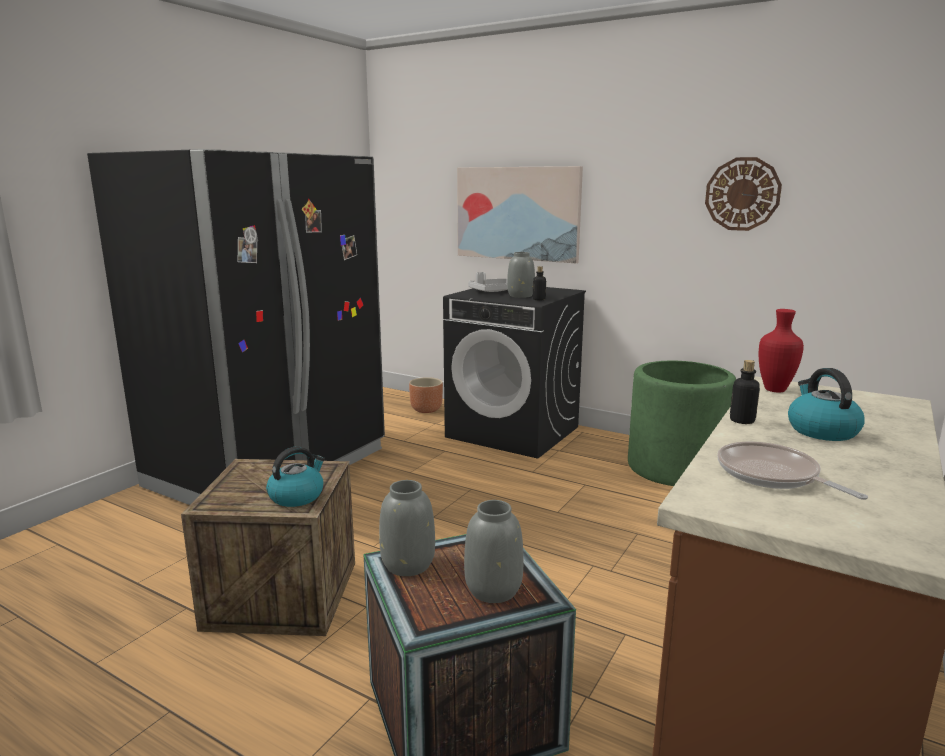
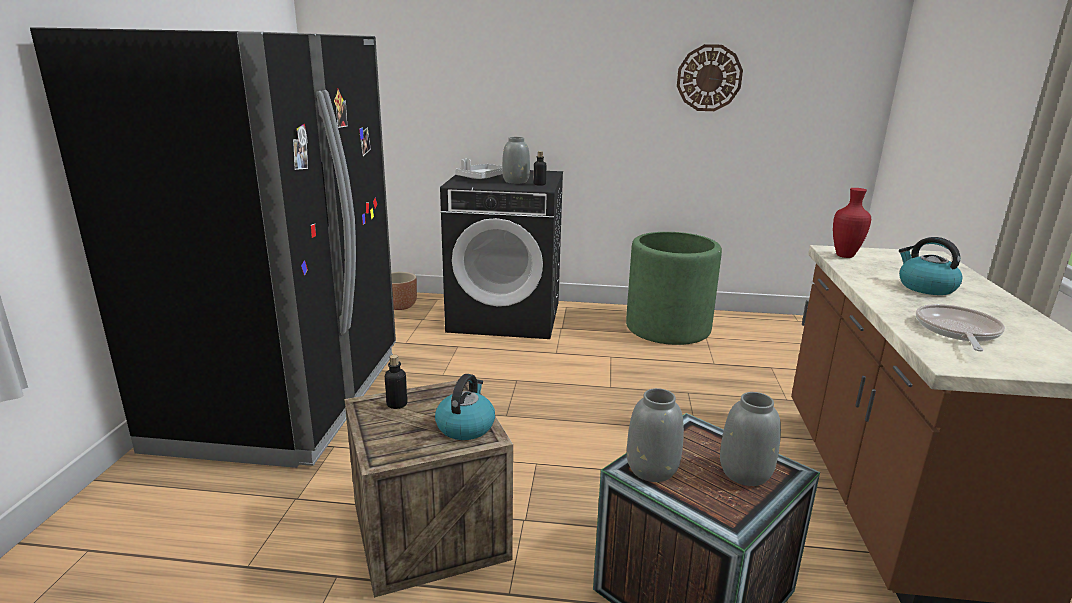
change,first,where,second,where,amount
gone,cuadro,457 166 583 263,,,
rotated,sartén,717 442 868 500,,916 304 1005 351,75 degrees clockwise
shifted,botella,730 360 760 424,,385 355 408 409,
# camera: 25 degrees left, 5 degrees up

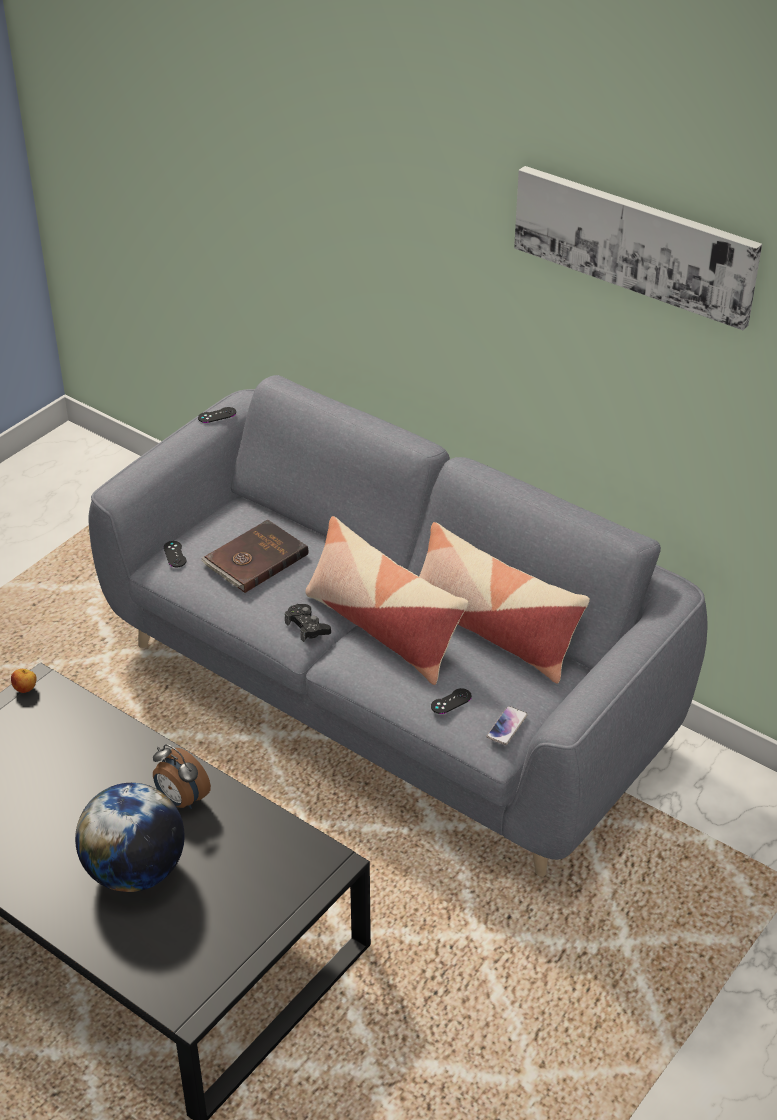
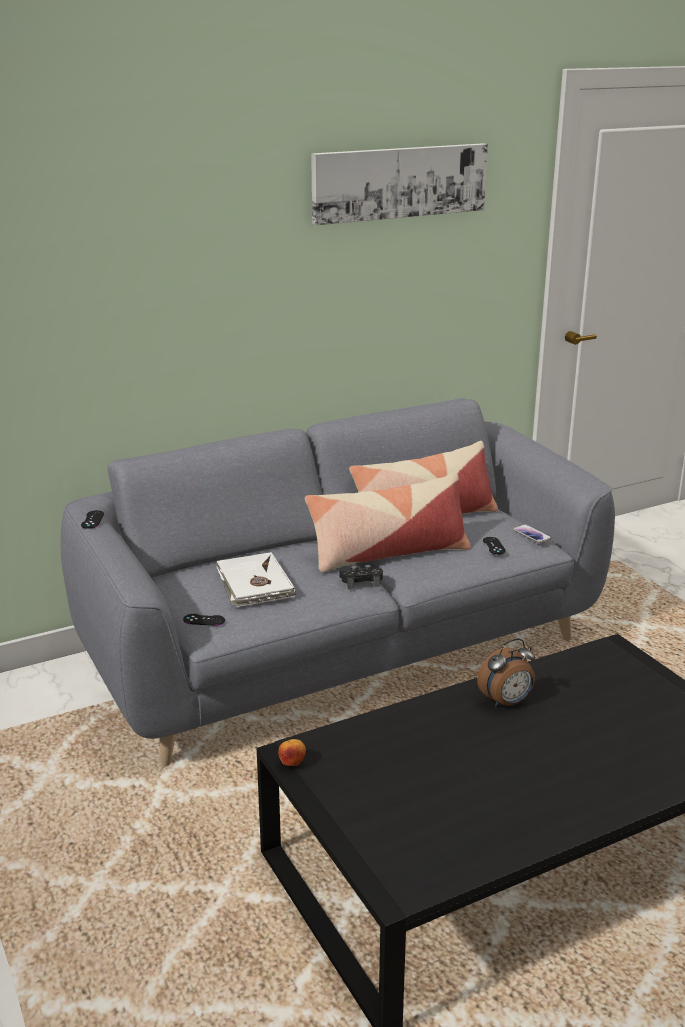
change,first,where,second,where,amount
gone,globo terráqueo,75 783 184 892,,,
repainted,libro [marrón],201 520 308 593,libro [blanco],216 552 296 607,
# camera: 65 degrees left, 15 degrees down

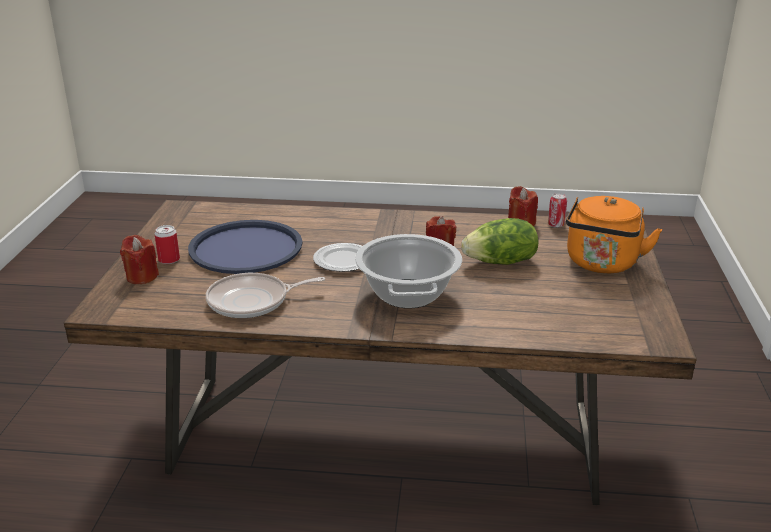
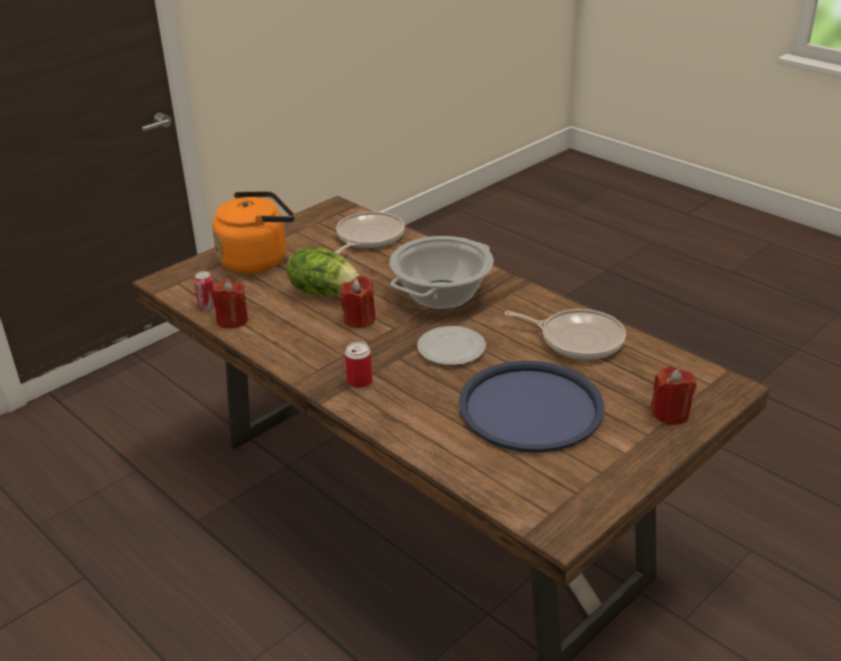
change,first,where,second,where,amount
shifted,lata,155 225 180 264,,345 342 372 388,
new,,,sartén,334 211 405 254,
# camera: 140 degrees left, 5 degrees up

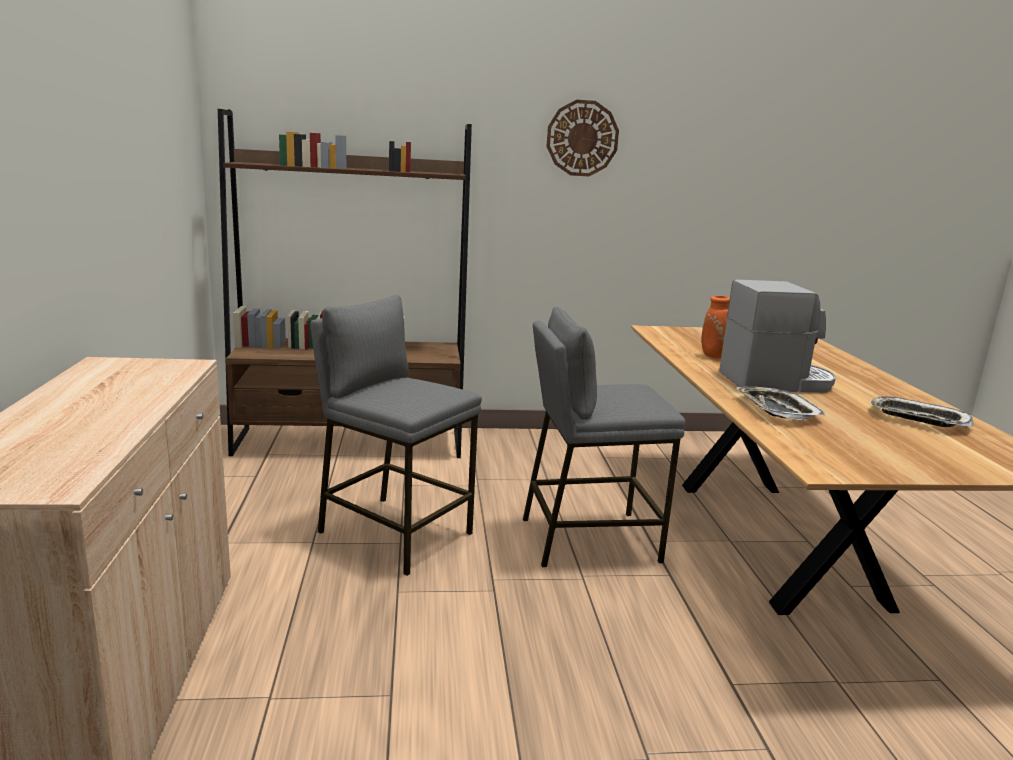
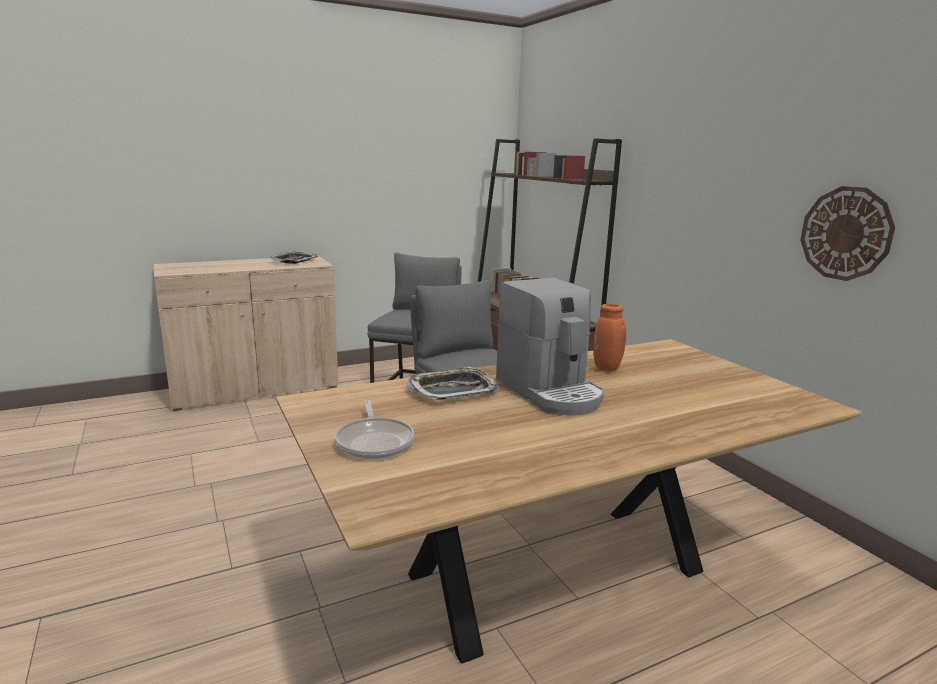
change,first,where,second,where,amount
shifted,reloj de pared,547 100 619 176,,800 186 895 281,
shifted,bandeja,870 396 974 427,,270 251 318 264,
new,,,sartén,335 400 414 459,
# camera: 70 degrees right, 0 degrees up

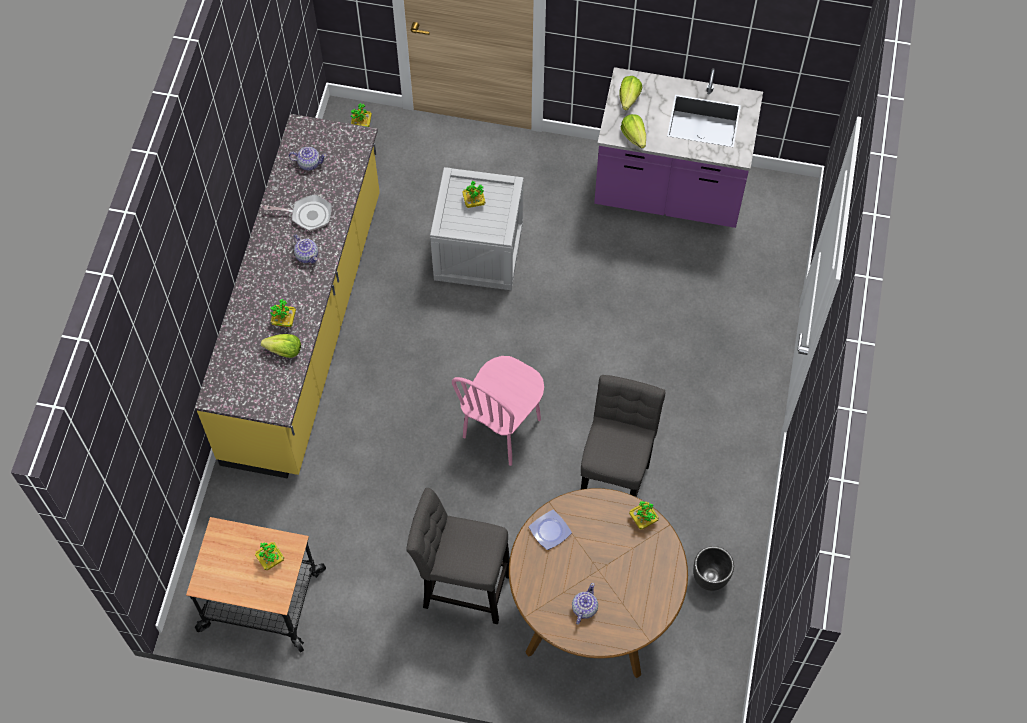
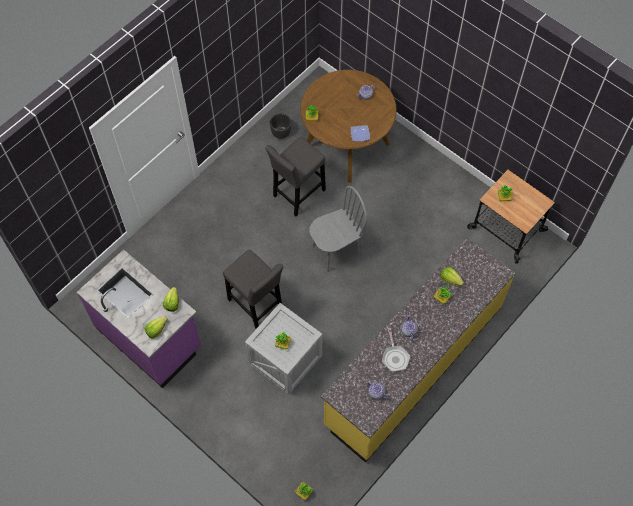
change,first,where,second,where,amount
rotated,sartén,264 194 332 231,,382 328 410 371,135 degrees counterclockwise
shifted,taburete [gris],406 488 510 624,,223 250 284 329,
repainted,silla [rosa],452 356 544 466,silla [gris],309 186 367 272,
# camera: 150 degrees left, 0 degrees up

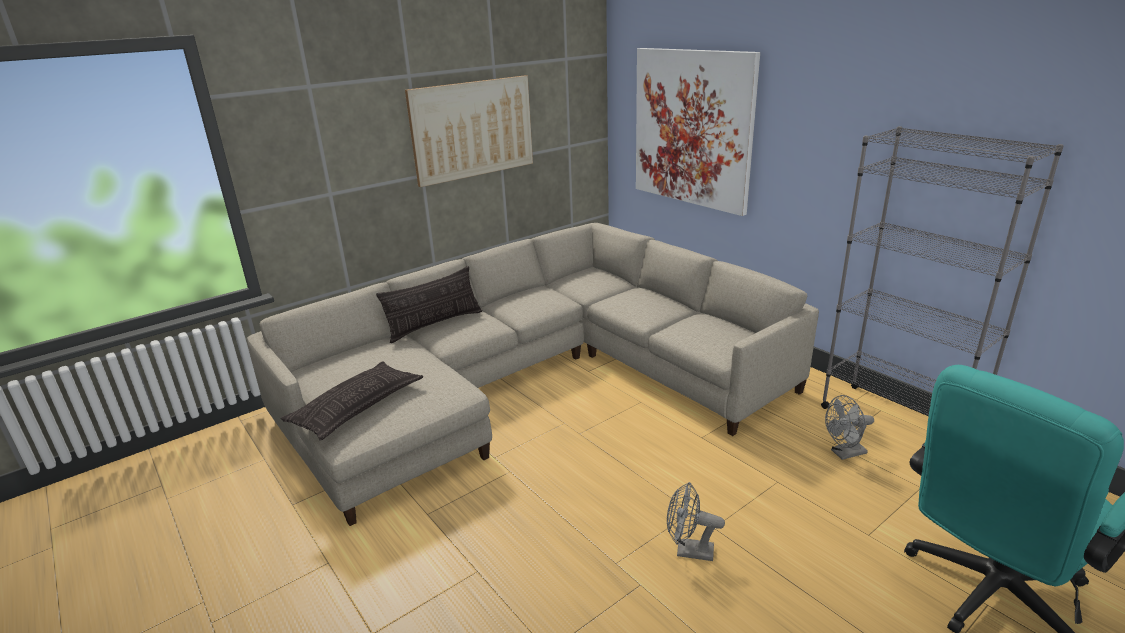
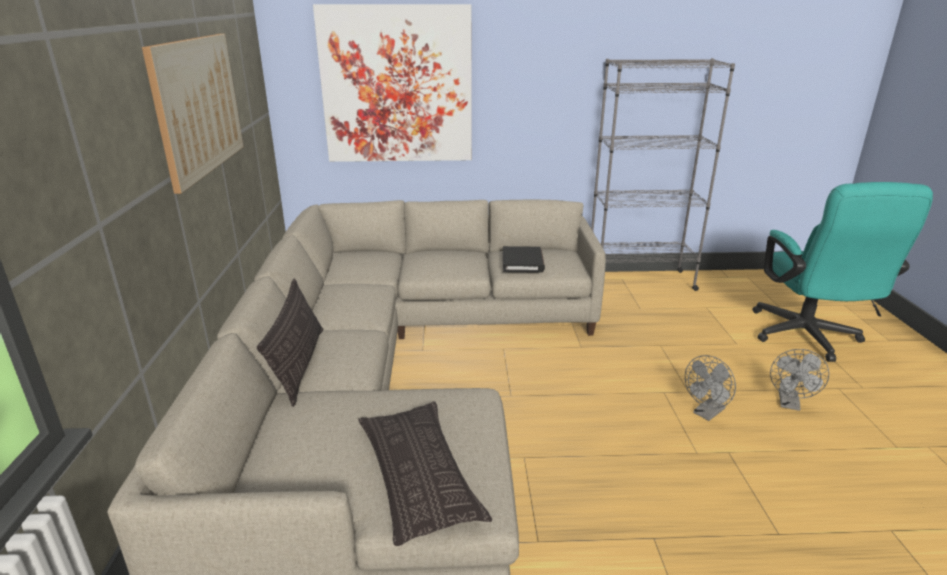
change,first,where,second,where,amount
shifted,ventilador [gris],825 395 874 460,,770 349 829 411,
new,,,libro [negro],503 246 545 273,
# camera: 55 degrees left, 0 degrees up

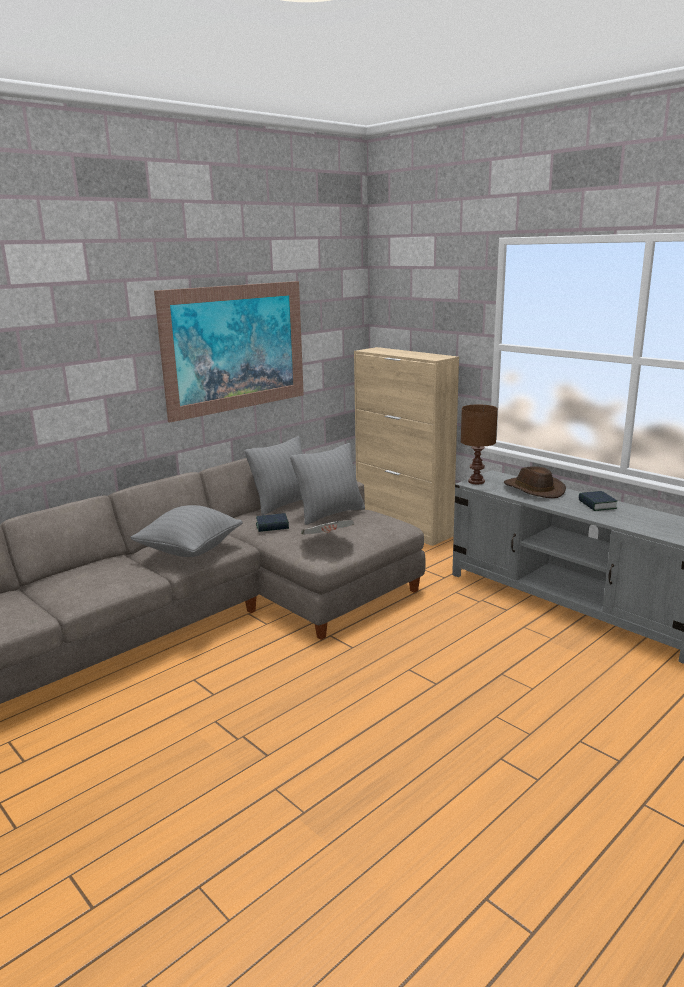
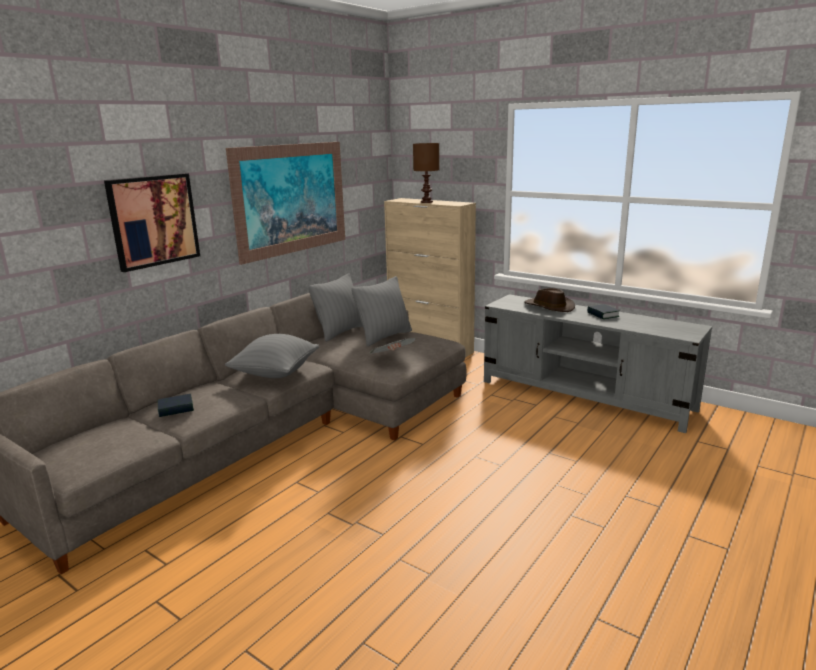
change,first,where,second,where,amount
shifted,libro,256 513 289 532,,158 394 194 417,
shifted,lámpara de mesa [marrón],461 404 498 484,,413 143 439 203,
new,,,cuadro,104 173 200 272,
# camera: 10 degrees left, 0 degrees up

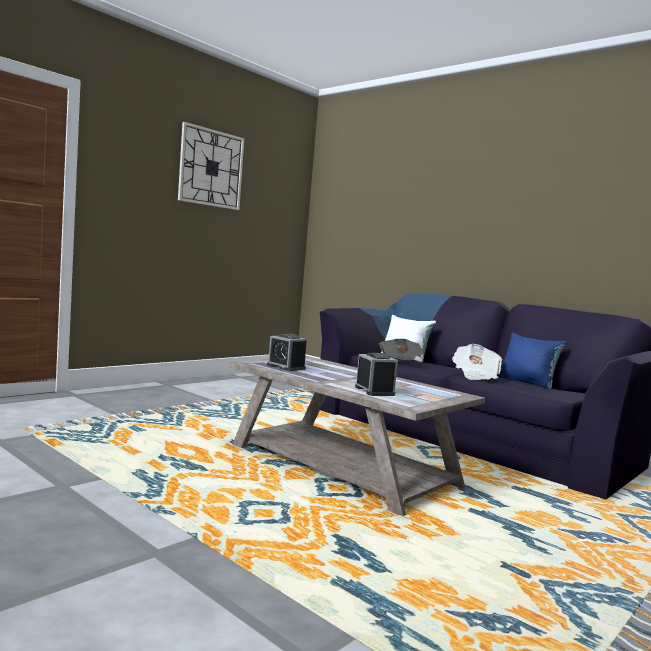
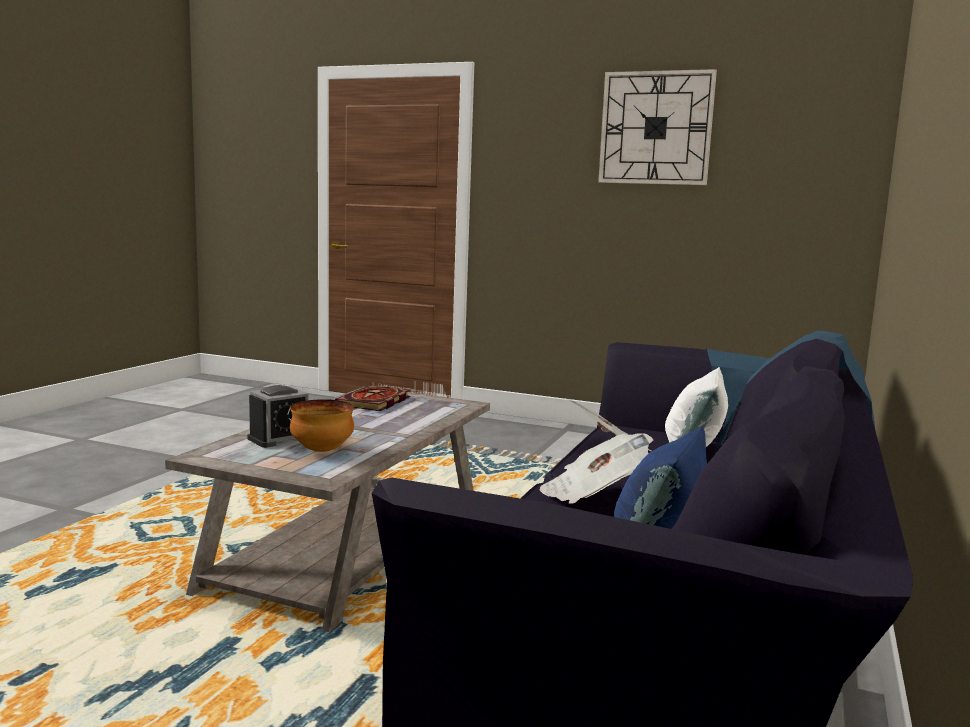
change,first,where,second,where,amount
swapped,despertador,267 334 307 371,libro,335 385 411 411,
new,,,cuenco,290 399 354 452,
# camera: 70 degrees right, 5 degrees up

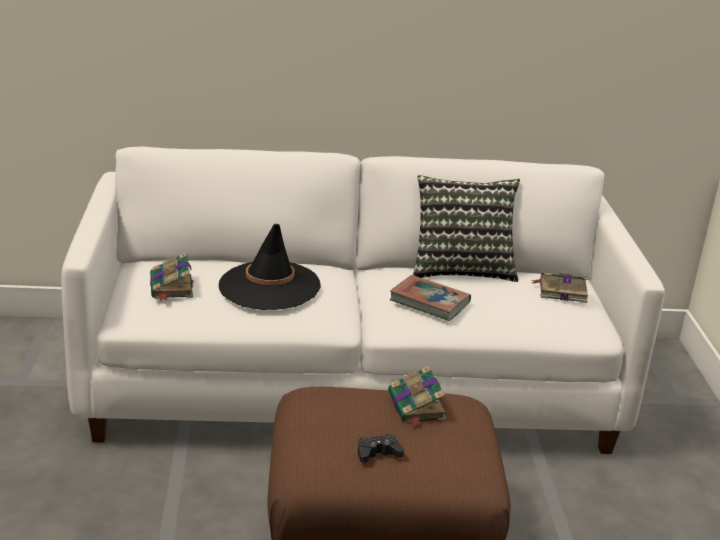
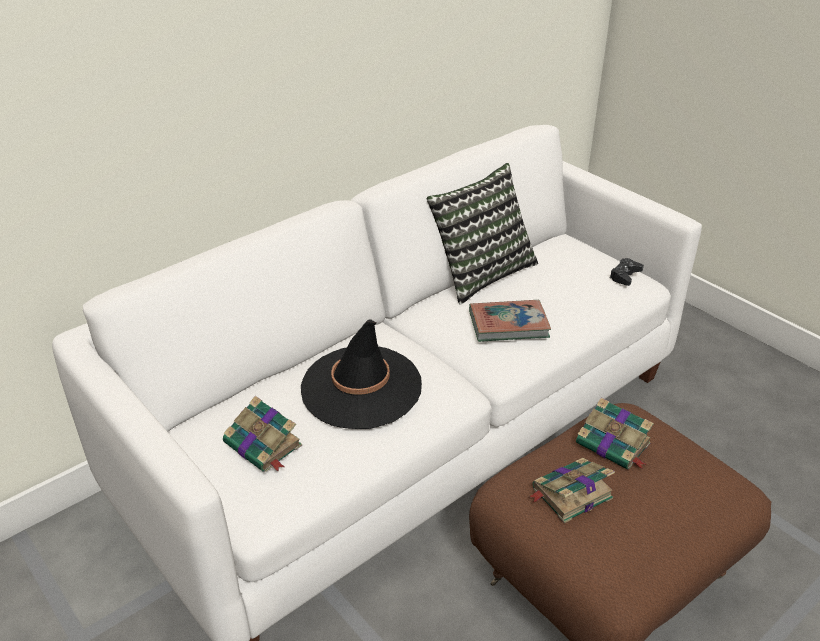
change,first,where,second,where,amount
shifted,mando de consola [negro],358 434 404 463,,609 258 644 286,
shifted,libro,531 272 591 303,,529 458 615 523,
# camera: 35 degrees left, 10 degrees up

